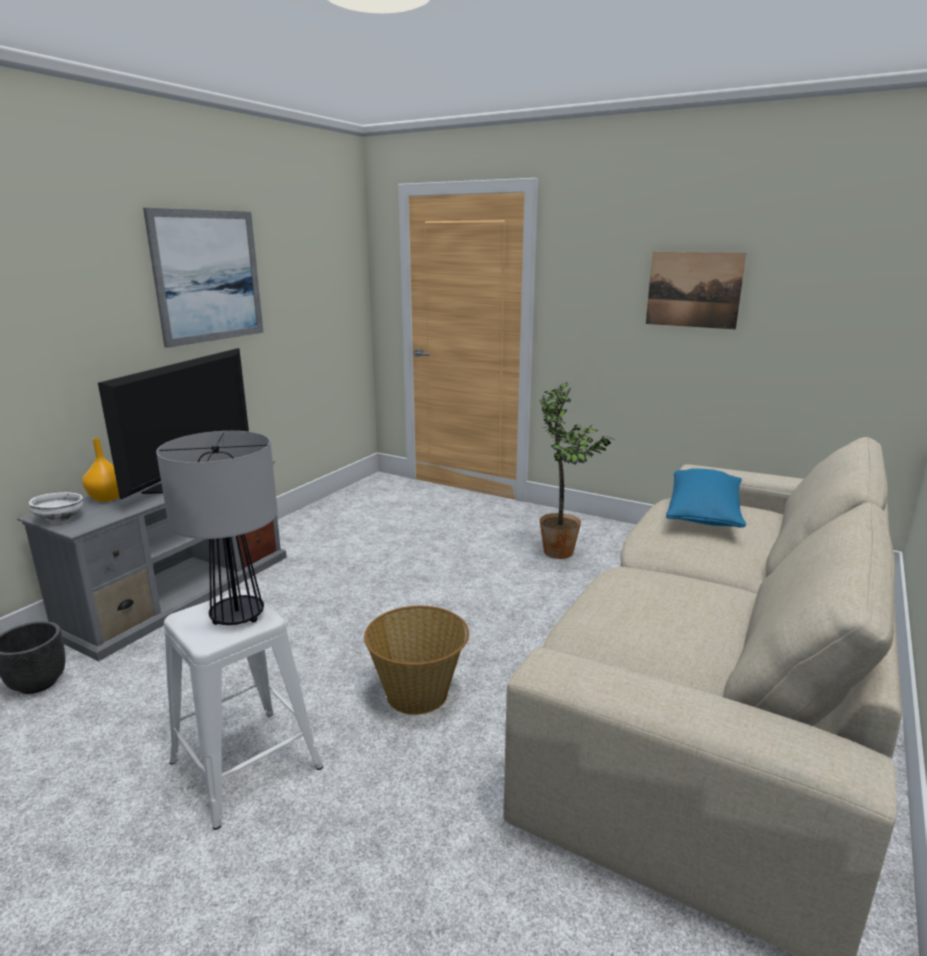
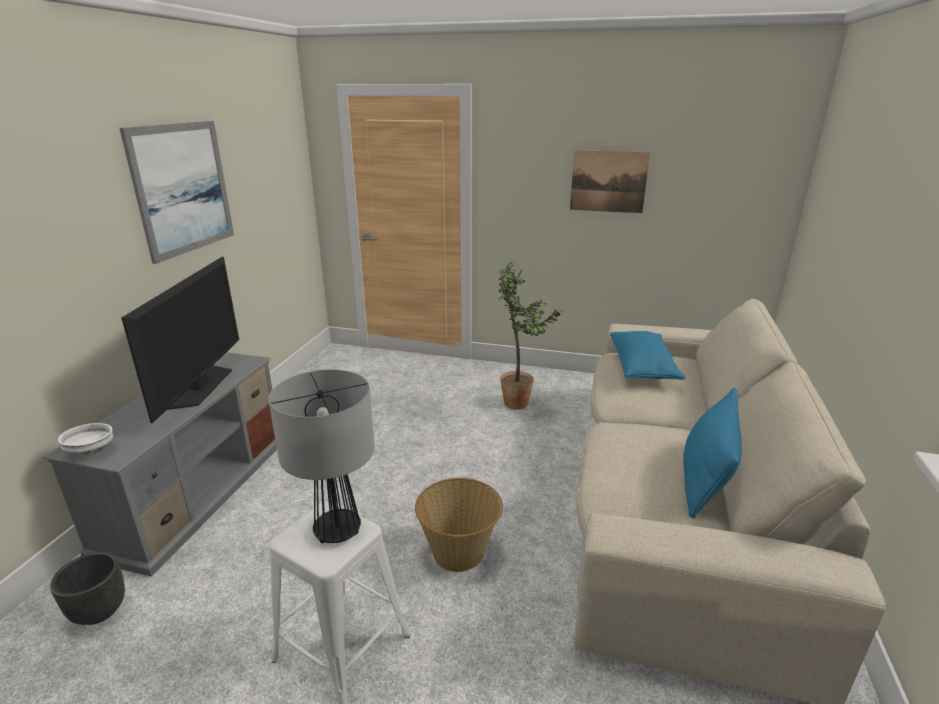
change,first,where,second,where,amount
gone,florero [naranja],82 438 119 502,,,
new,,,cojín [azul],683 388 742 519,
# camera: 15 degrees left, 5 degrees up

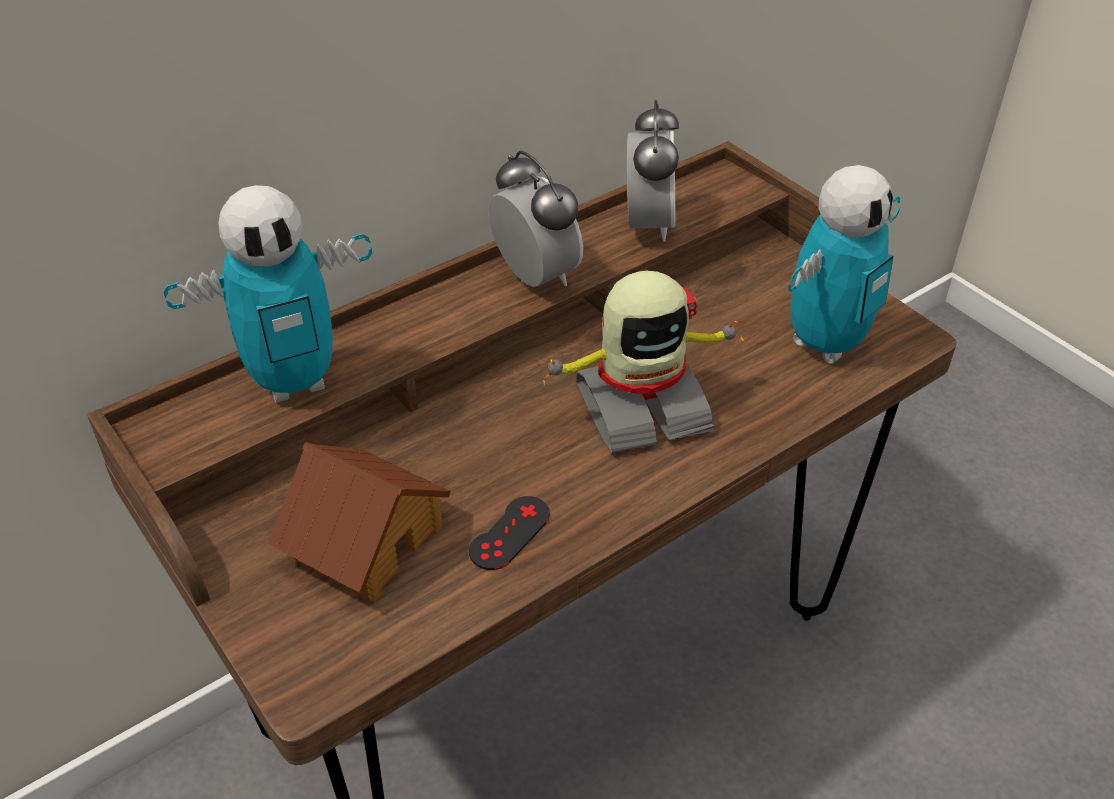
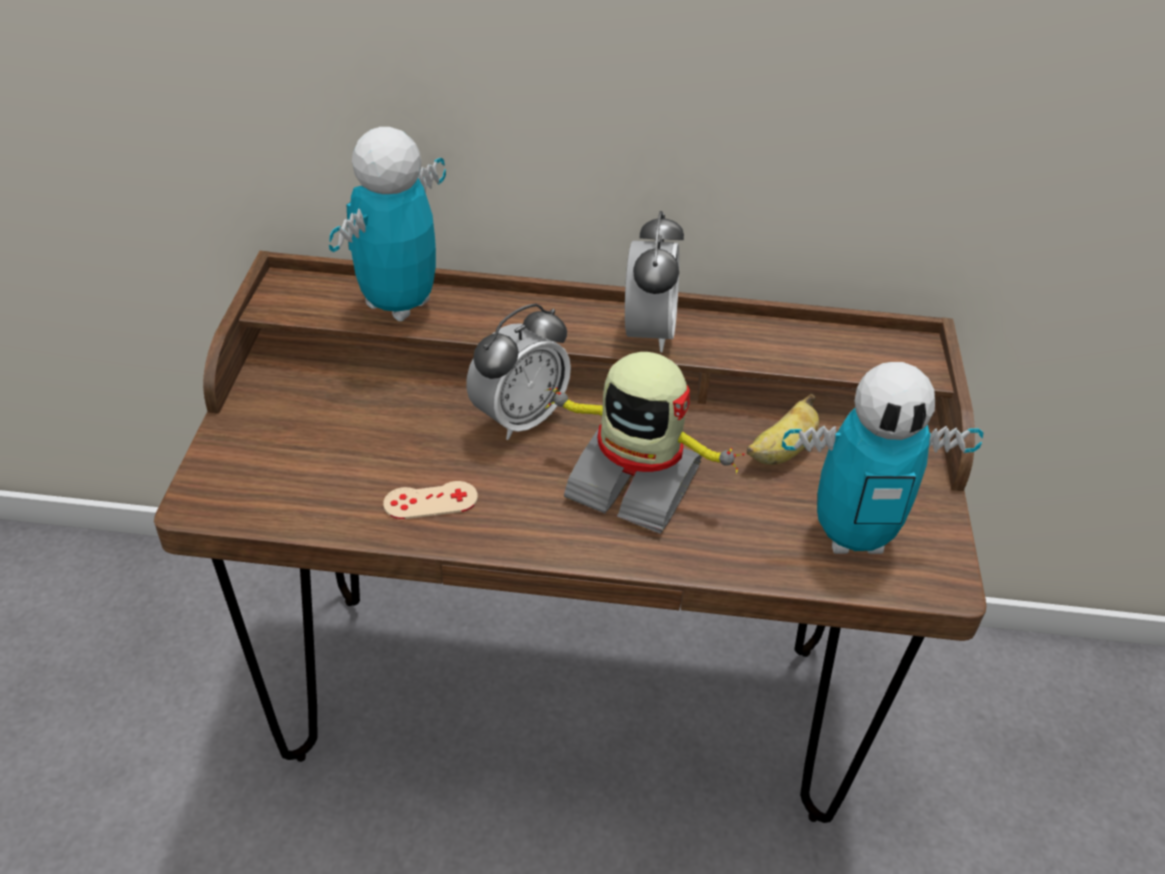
change,first,where,second,where,amount
rotated,robot de juguete,163 185 372 403,,329 127 446 321,105 degrees clockwise
gone,casita,268 443 451 603,,,
repainted,mando de consola [negro],469 496 550 570,mando de consola [beis],383 481 478 519,
shifted,despertador,626 100 679 242,,466 304 571 440,
new,,,plátano,747 394 819 465,
# camera: 40 degrees right, 0 degrees up

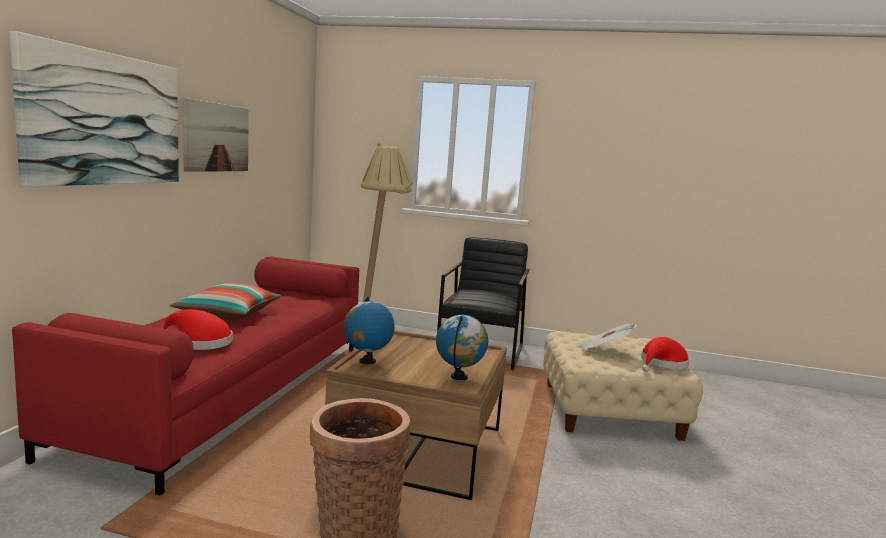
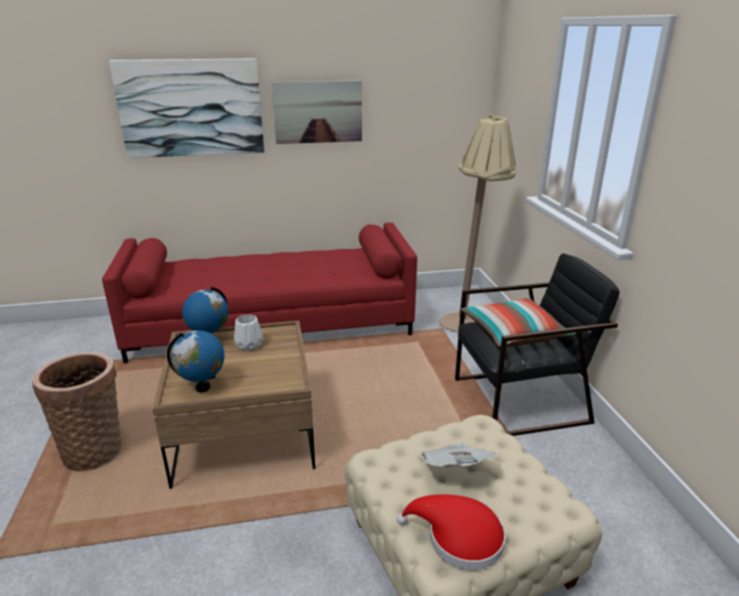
change,first,where,second,where,amount
gone,sombrero [rojo],163 309 233 350,,,
shifted,cojín,170 283 281 320,,460 297 575 347,
new,,,florero [blanco],234 314 263 351,
# camera: 65 degrees right, 15 degrees up

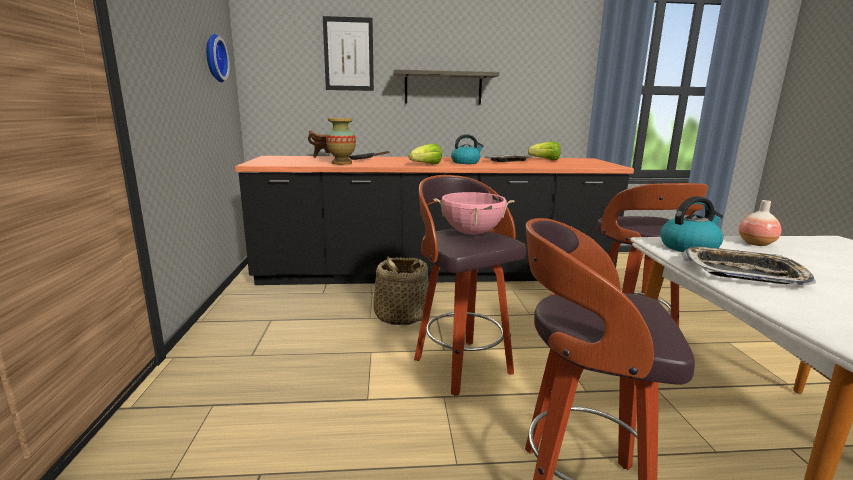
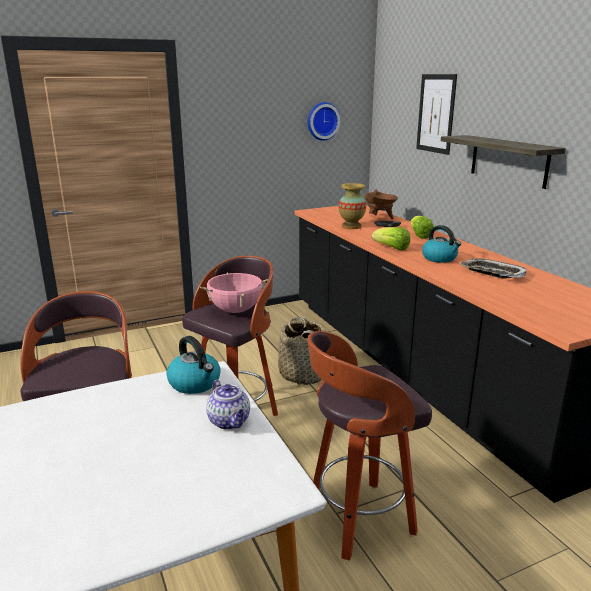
change,first,where,second,where,amount
shifted,lechuga,528 141 561 160,,411 216 434 239,
gone,bandeja,682 247 816 285,,,
swapped,florero,739 200 781 246,tetera,206 380 250 430,
# camera: 70 degrees right, 5 degrees up

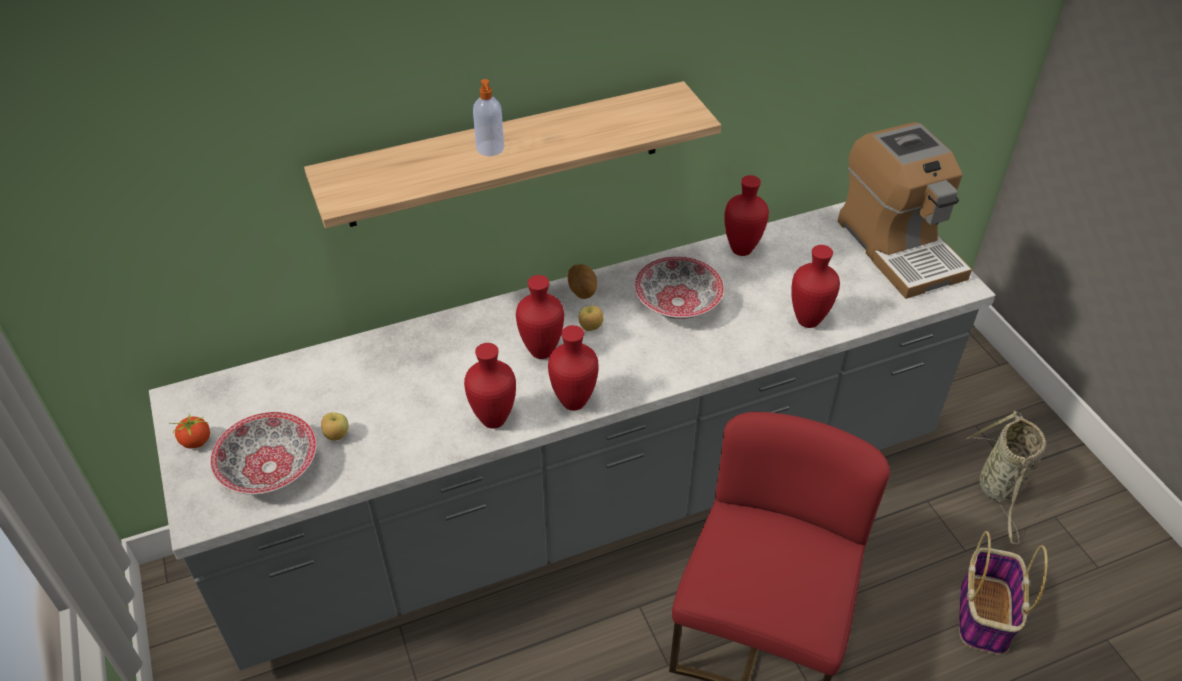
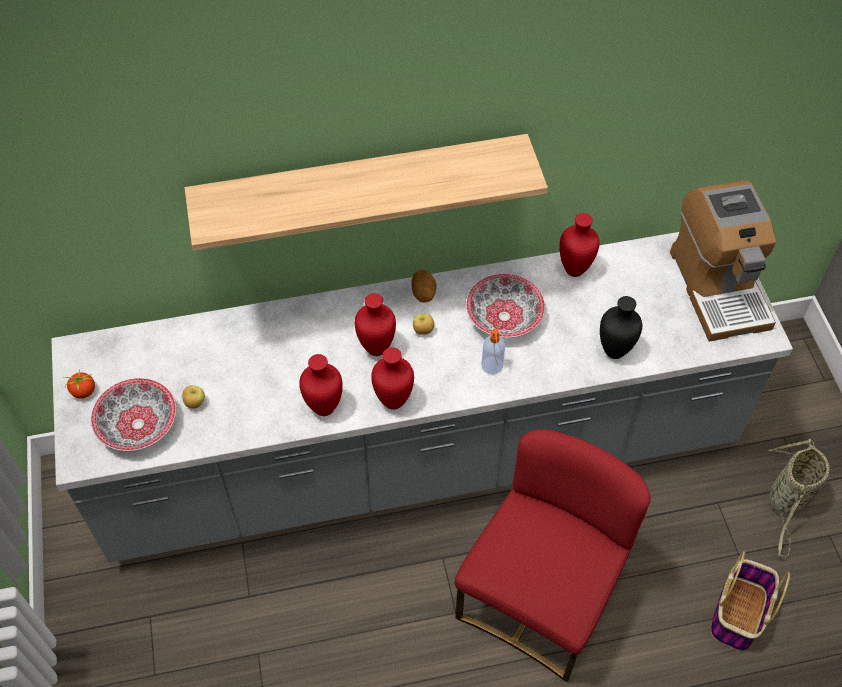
change,first,where,second,where,amount
shifted,dispensador de jabón,473 79 504 156,,481 329 505 375,
repainted,florero [rojo],791 245 840 328,florero [negro],600 296 642 359,
# camera: 10 degrees right, 10 degrees up

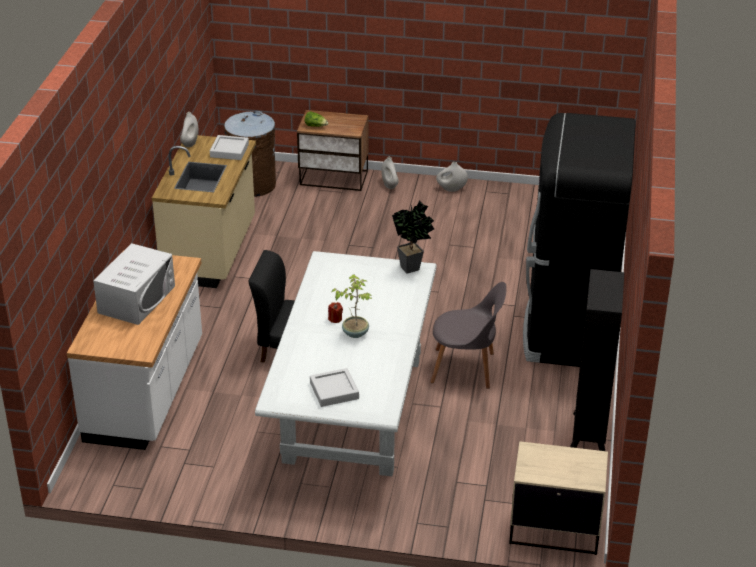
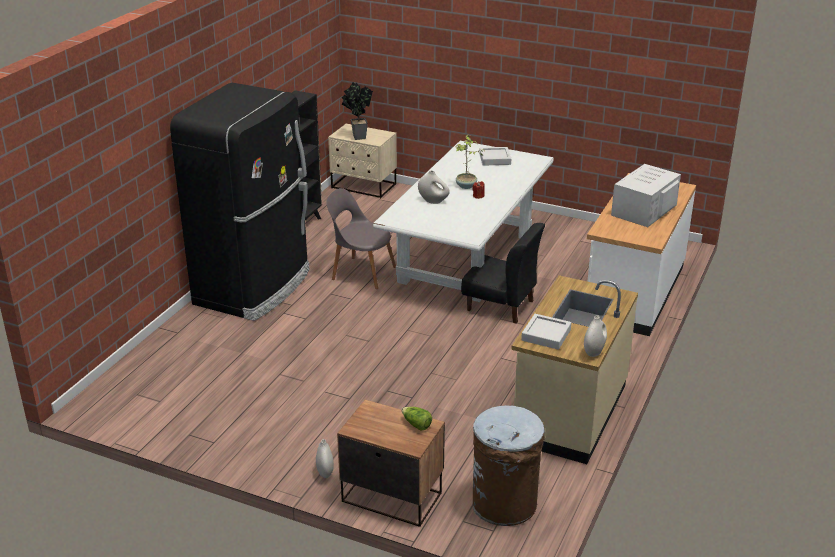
change,first,where,second,where,amount
shifted,planta en maceta,392 201 434 274,,342 82 373 140,
shifted,florero [blanco],436 162 468 192,,418 170 450 204,
# camera: 165 degrees left, 5 degrees down

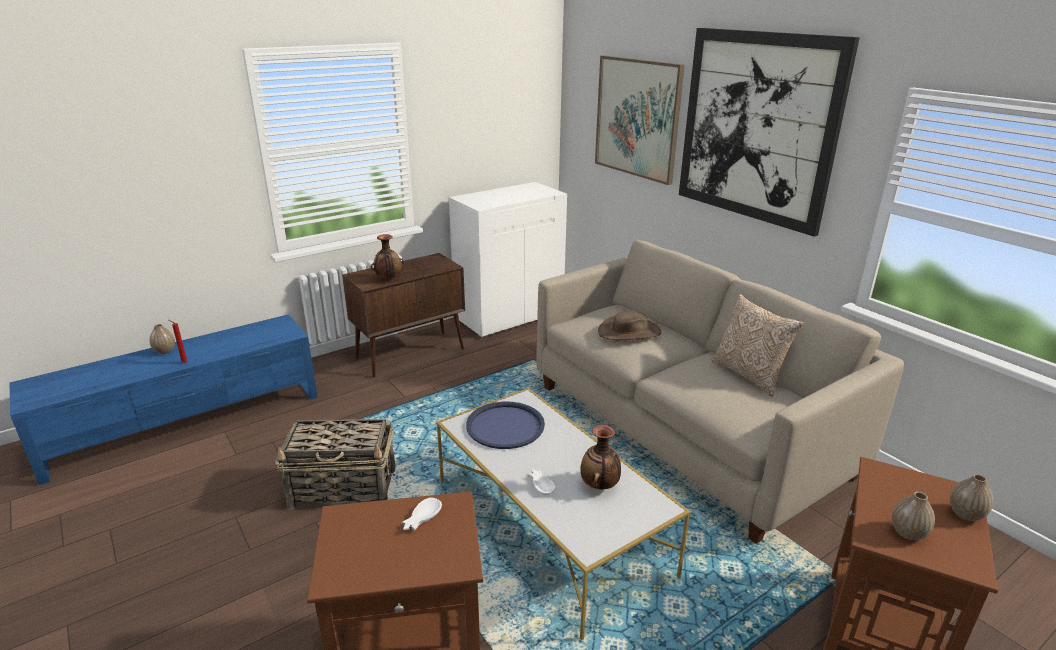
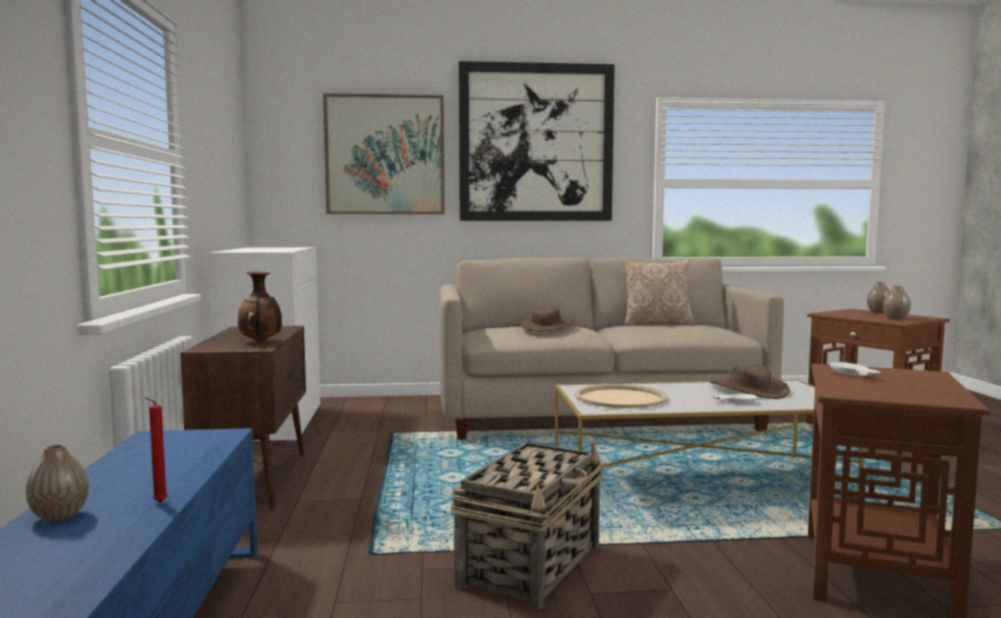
change,first,where,second,where,amount
repainted,bandeja [azul],466 401 545 449,bandeja [beis],575 384 668 408,
swapped,florero,580 425 621 490,sombrero [marrón],710 365 790 399,
# camera: 60 degrees left, 20 degrees down

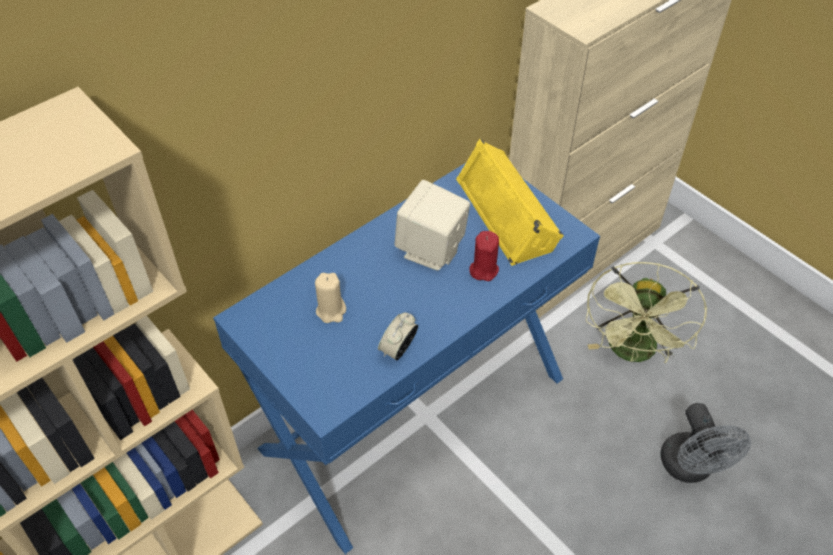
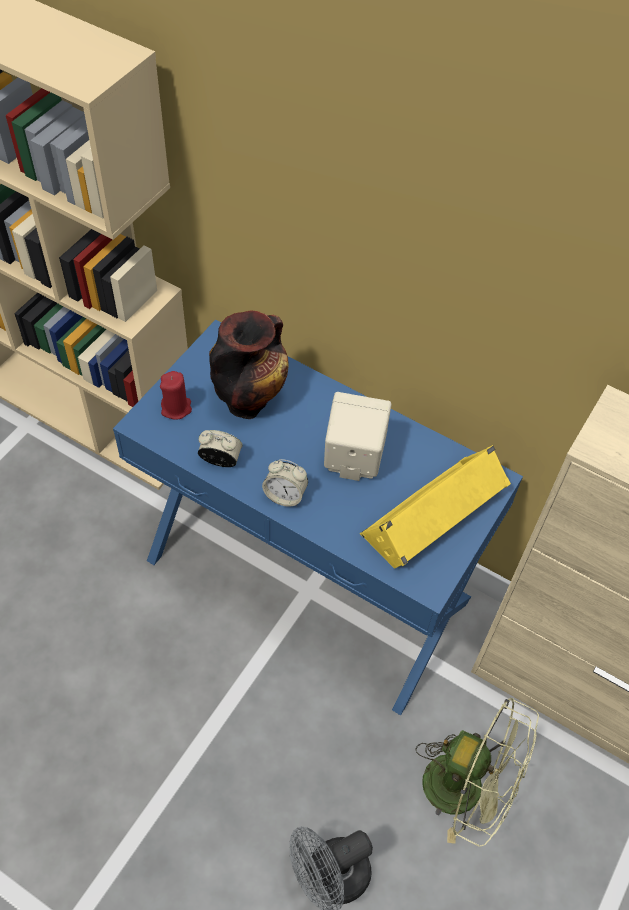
change,first,where,second,where,amount
swapped,vela [beis],315 273 346 323,florero,209 310 289 419,
shifted,vela [rojo],470 231 499 281,,160 371 192 420,
rotated,ventilador [verde],585 262 707 363,,415 698 539 846,150 degrees counterclockwise
new,,,despertador,262 459 308 507,
# camera: 70 degrees right, 5 degrees up

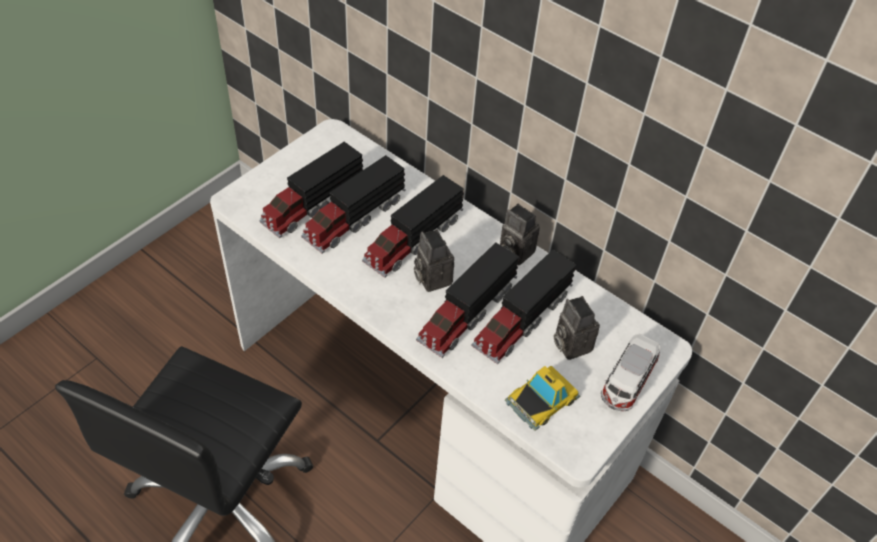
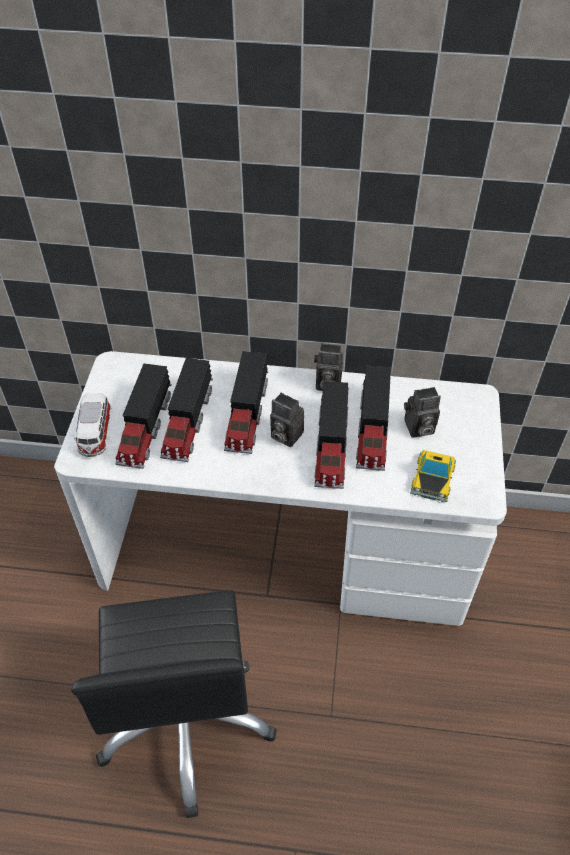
change,first,where,second,where,amount
rotated,cámara,554 296 600 360,,404 387 441 437,45 degrees counterclockwise
shifted,coche de juguete,601 334 660 412,,74 393 111 457,
# camera: 30 degrees left, 0 degrees up

